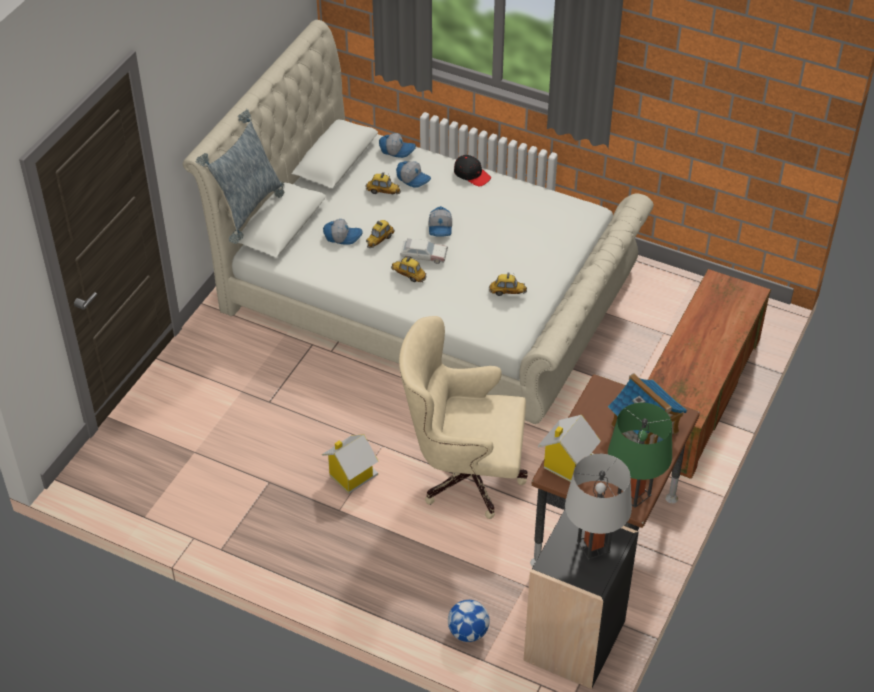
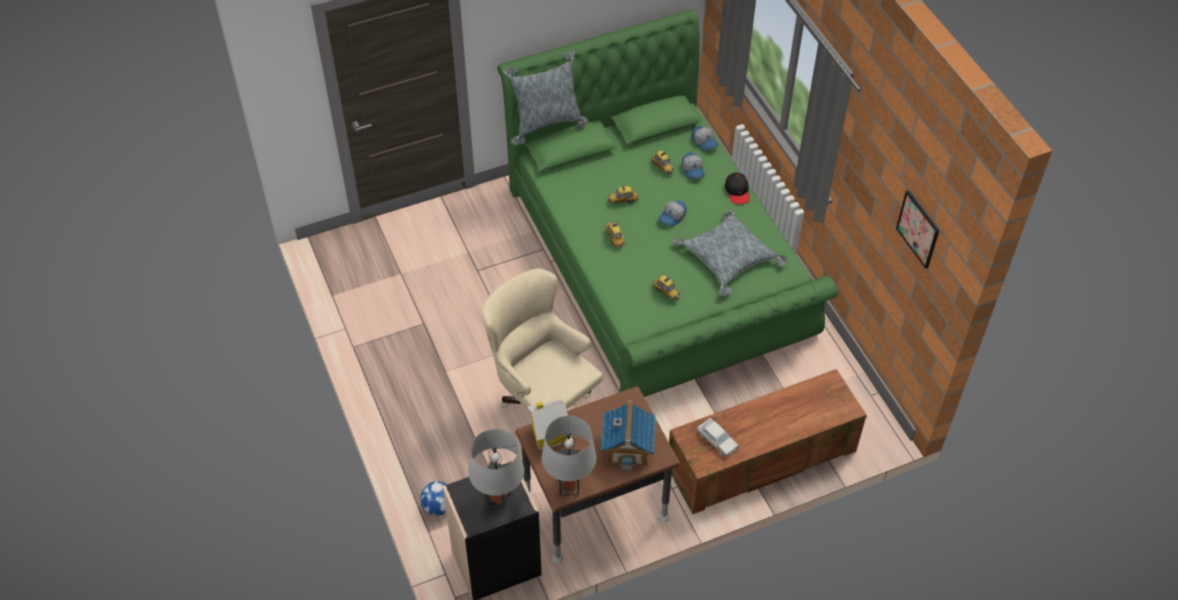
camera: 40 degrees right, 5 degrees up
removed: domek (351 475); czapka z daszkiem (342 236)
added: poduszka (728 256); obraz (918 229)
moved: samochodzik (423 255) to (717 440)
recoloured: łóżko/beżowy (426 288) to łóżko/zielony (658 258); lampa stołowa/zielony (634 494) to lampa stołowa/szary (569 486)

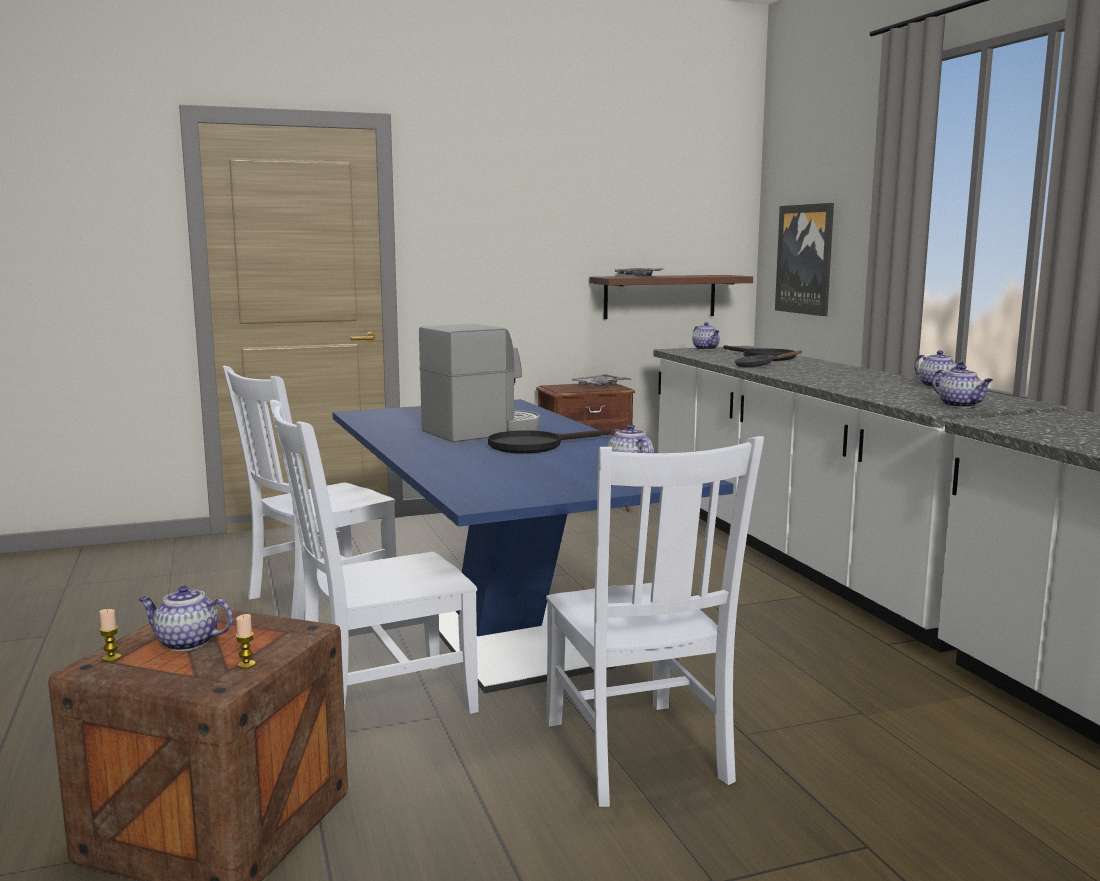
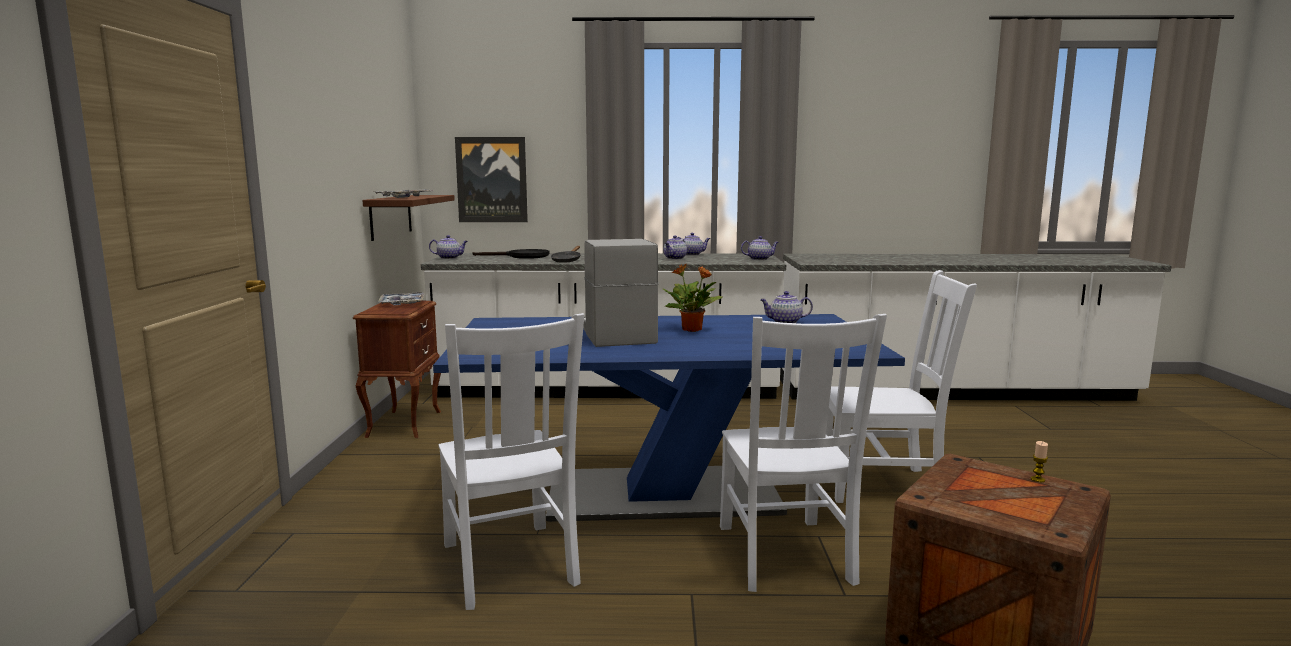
camera: 70 degrees left, 0 degrees up
removed: świeca (111 658)
moved: imbryk (186 643) to (675 258)
replaced: patelnia/czarny (534 446) to roślina doniczkowa (692 330)

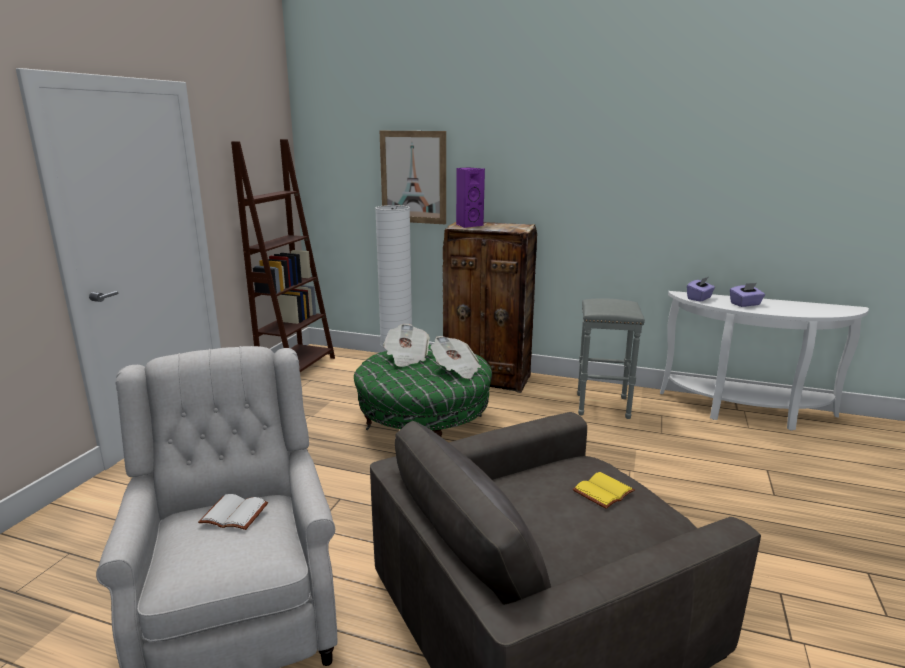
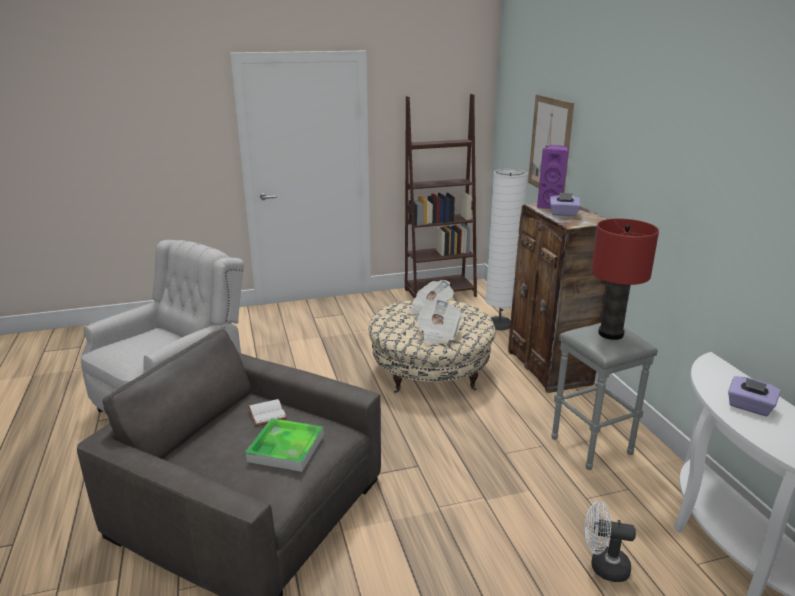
camera: 55 degrees right, 5 degrees up
added: wentylator/biały (603 566); lampa stołowa/czerwony (611 334)
moved: książka/biały (232 515) to (266 413); pudełko chusteczek/fioletowy (699 298) to (563 214)
replaced: książka/żółty (604 492) to taca (286 448)
recoloured: pufa/zielony (424 423) to pufa/beżowy (430 371)

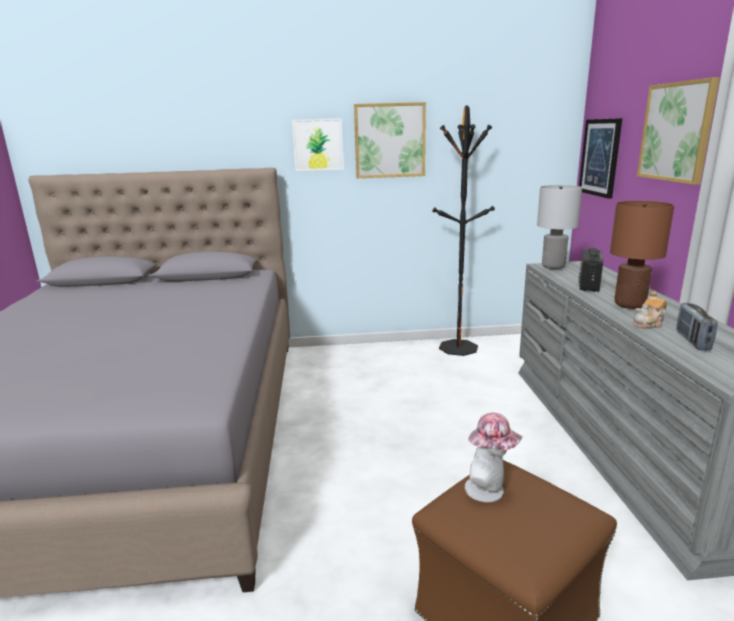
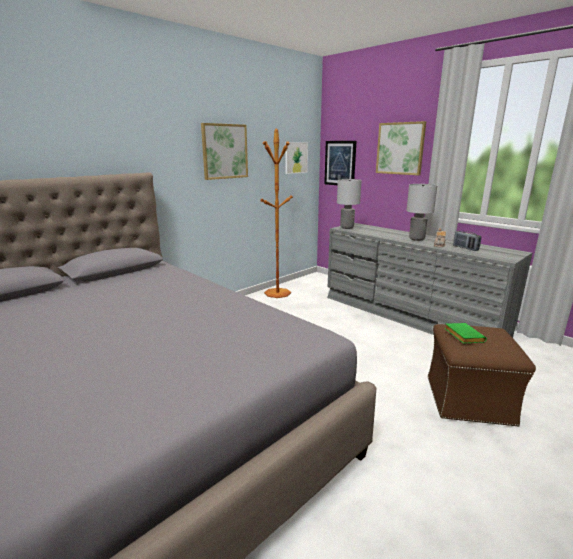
camera: 40 degrees left, 0 degrees up
removed: radio (588 285)
moved: obraz (318 145) to (296 157)
replaced: kapelusz (489 490) to książka/zielony (462 336)
recoloured: wieszak/czarny (458 347) to wieszak/pomarańczowy (277 293); lampa stołowa/brązowy (629 306) to lampa stołowa/szary (416 239)

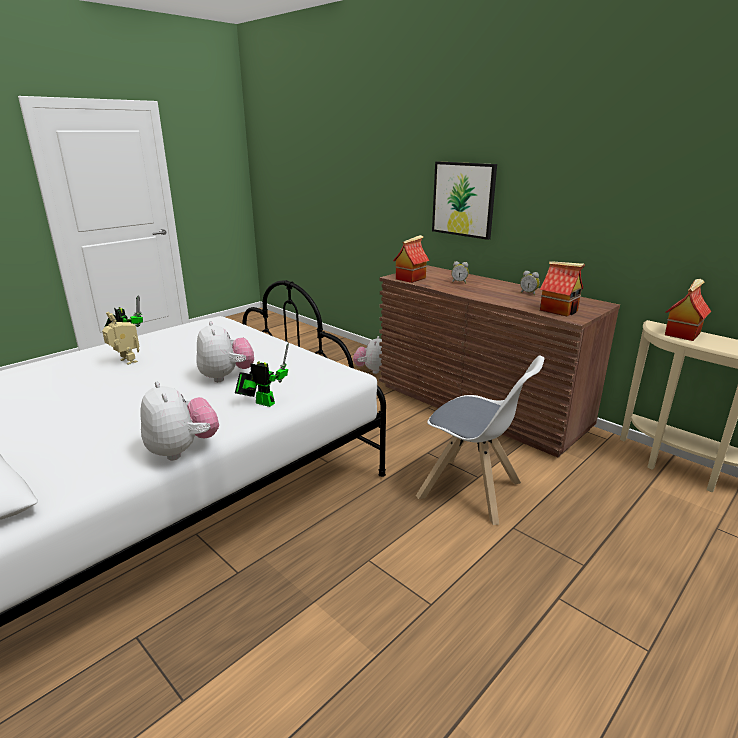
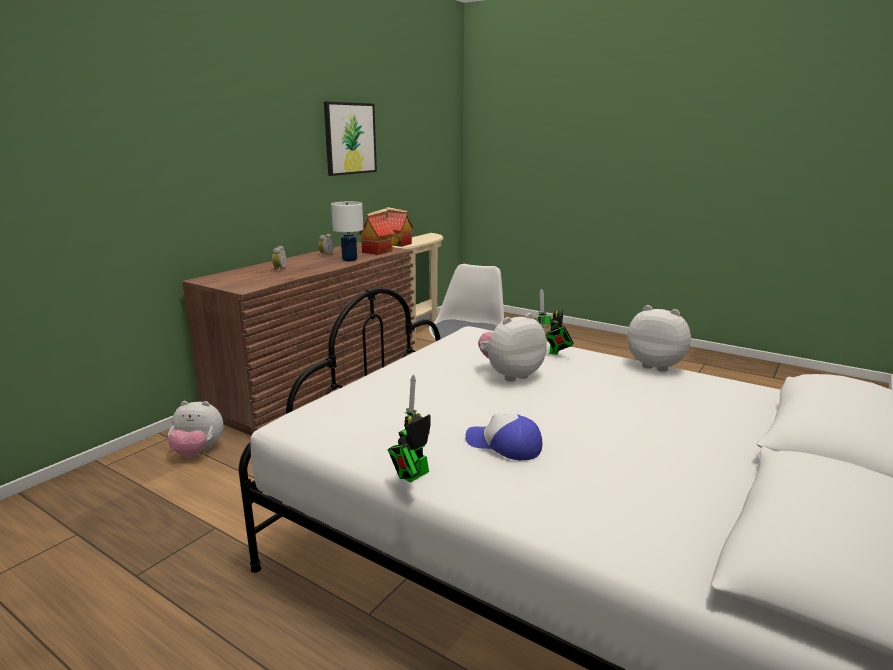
camera: 100 degrees left, 5 degrees down
removed: domek (410 278)
added: lampa stołowa/biały (350 260)
moved: obraz (463 199) to (350 138)
replaced: robot zabawkowy (125 362) to czapka z daszkiem (504 445)
turned: pluszak (182 450) = (657 365) 75 degrees clockwise

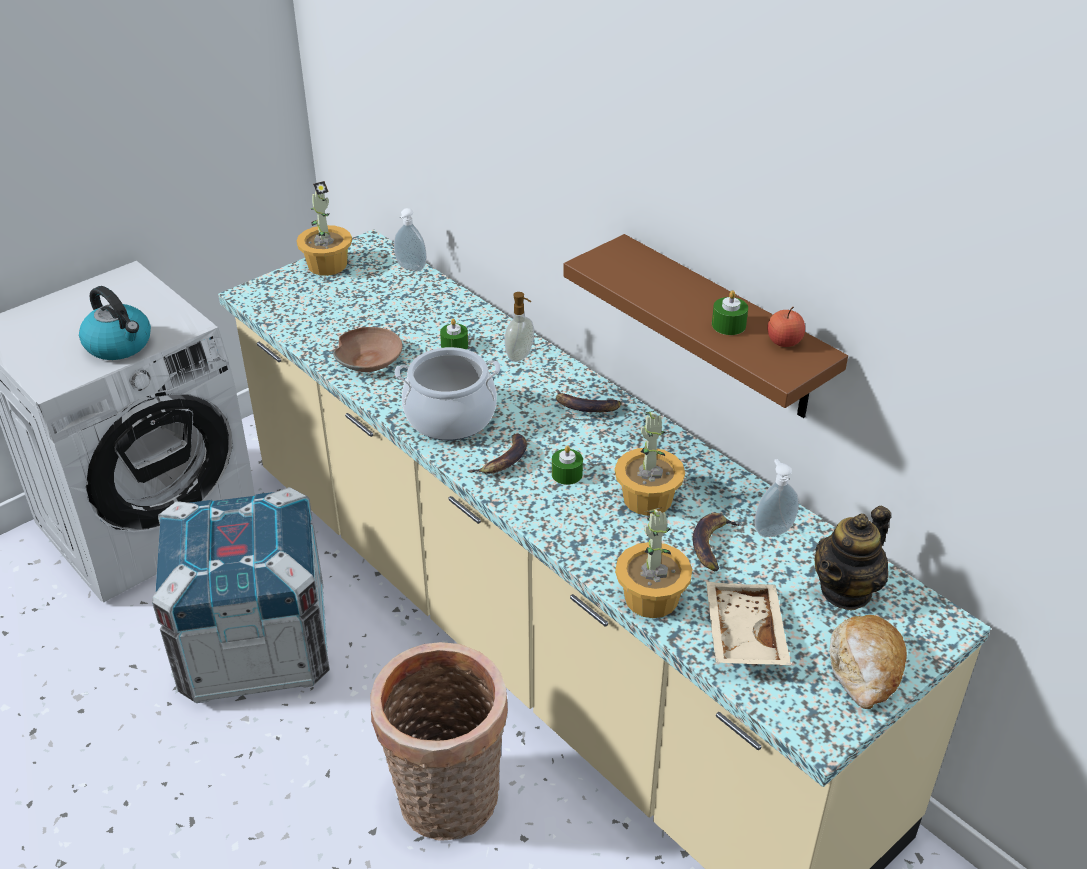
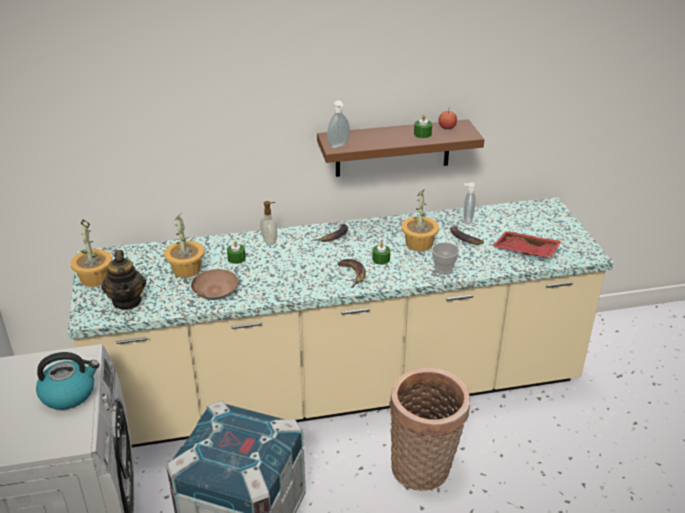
camera: 60 degrees left, 5 degrees down
removed: garnek (450 417); chleb (865 669)
added: filiżanka (443 269)
moved: dozownik mydła (410 268) to (339 146); roślina doniczkowa (651 598) to (187 269); imbryk (846 590) to (127 301)
recoloured: taca/beżowy (742 634) to taca/czerwony (525 252)

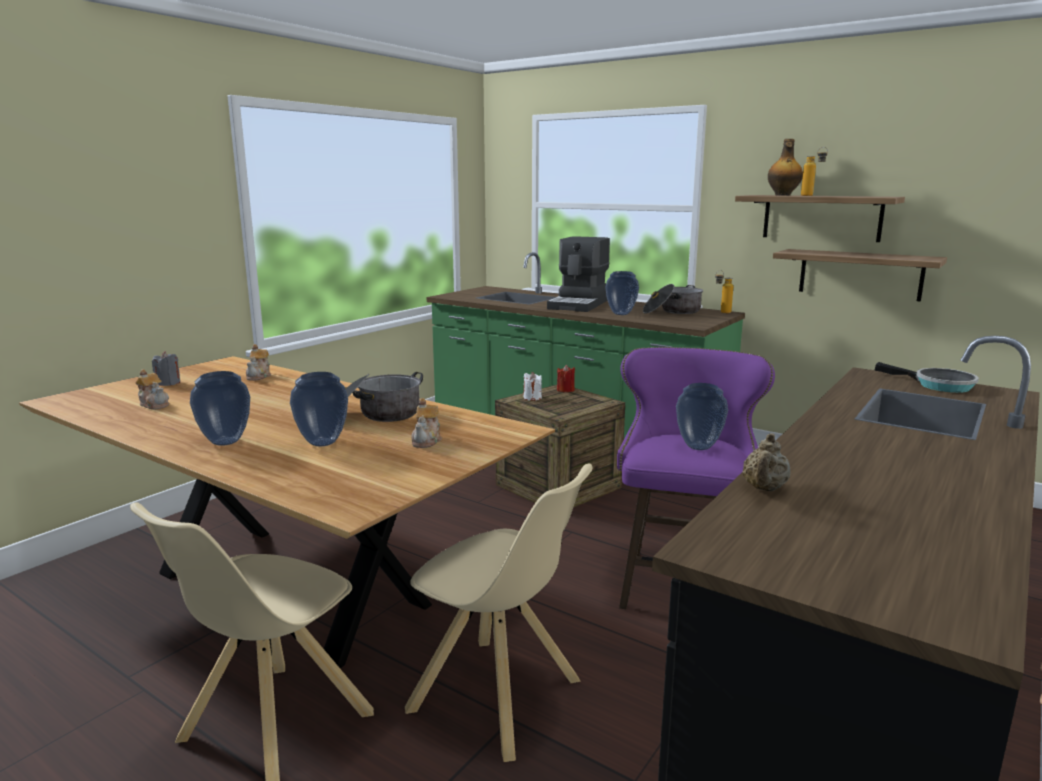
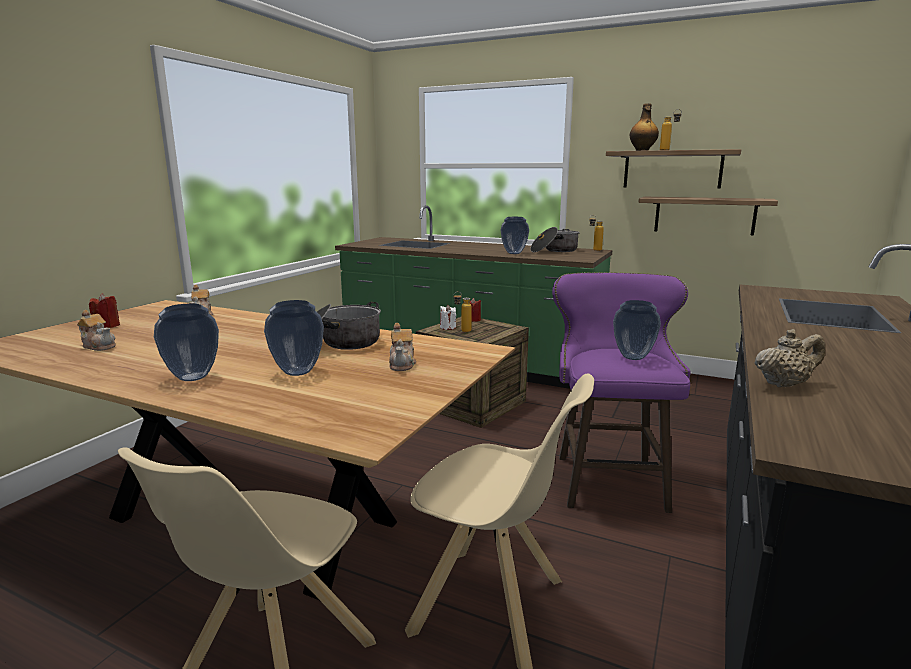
camera: 10 degrees left, 0 degrees up
removed: ekspres do kawy (579 304); patelnia (938 385)
added: butelka (462 331)
recoloured: świeca/szary (168 383) to świeca/czerwony (107 326)
turned: imbryk/beżowy (764 489) = (784 384) 120 degrees counterclockwise

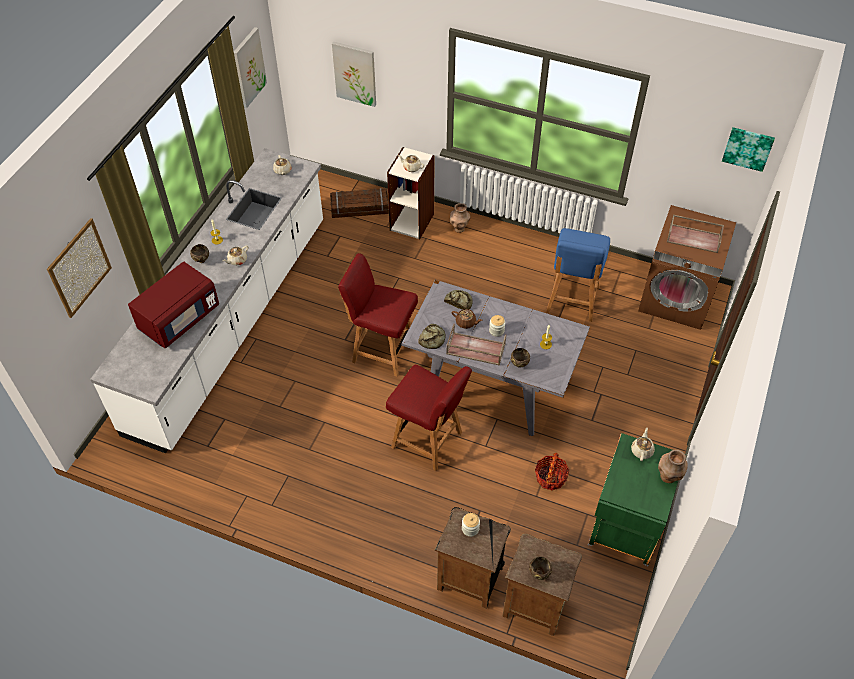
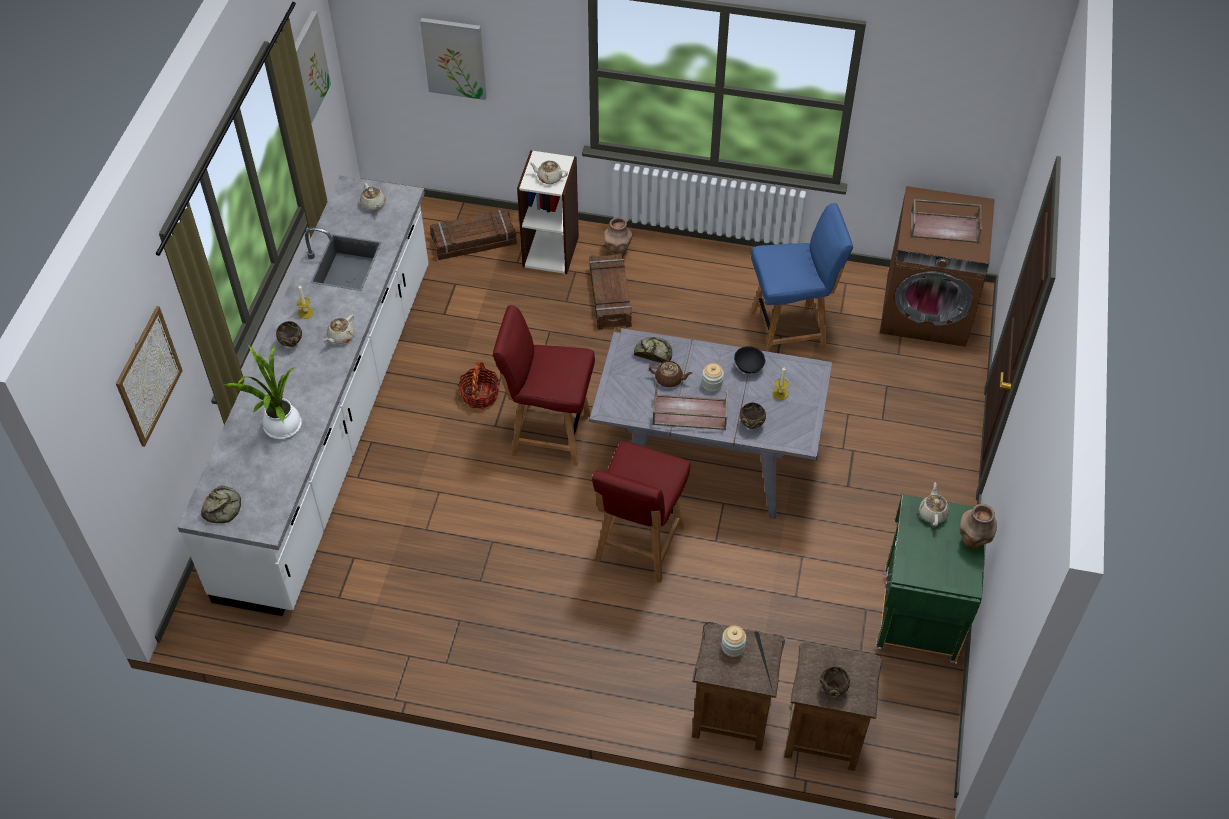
camera: 10 degrees left, 0 degrees up
removed: obraz (748 148)
added: skrzynka (610 297); miska/czarny (748 368)
moved: chleb (433 338) to (223 507); koszyk (550 477) to (480 395)
replaced: mikrofalówka/czerwony (179 319) to roślina doniczkowa (280 428)
turned: krzesło/czerwony (428 441) = (638 545) 90 degrees clockwise; krzesło/niebieski (572 301) = (790 331) 105 degrees counterclockwise

